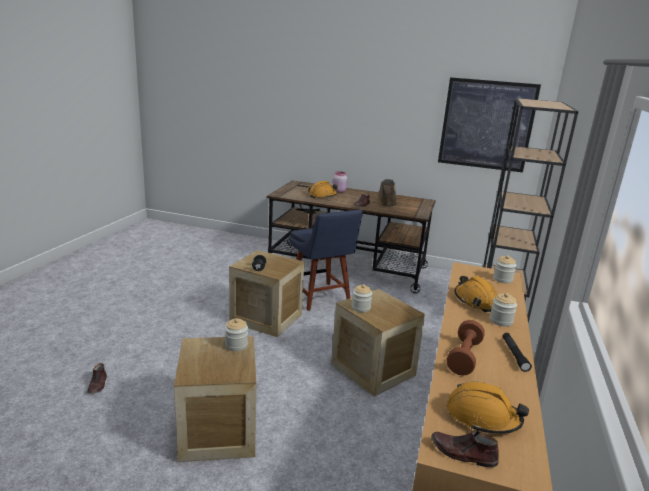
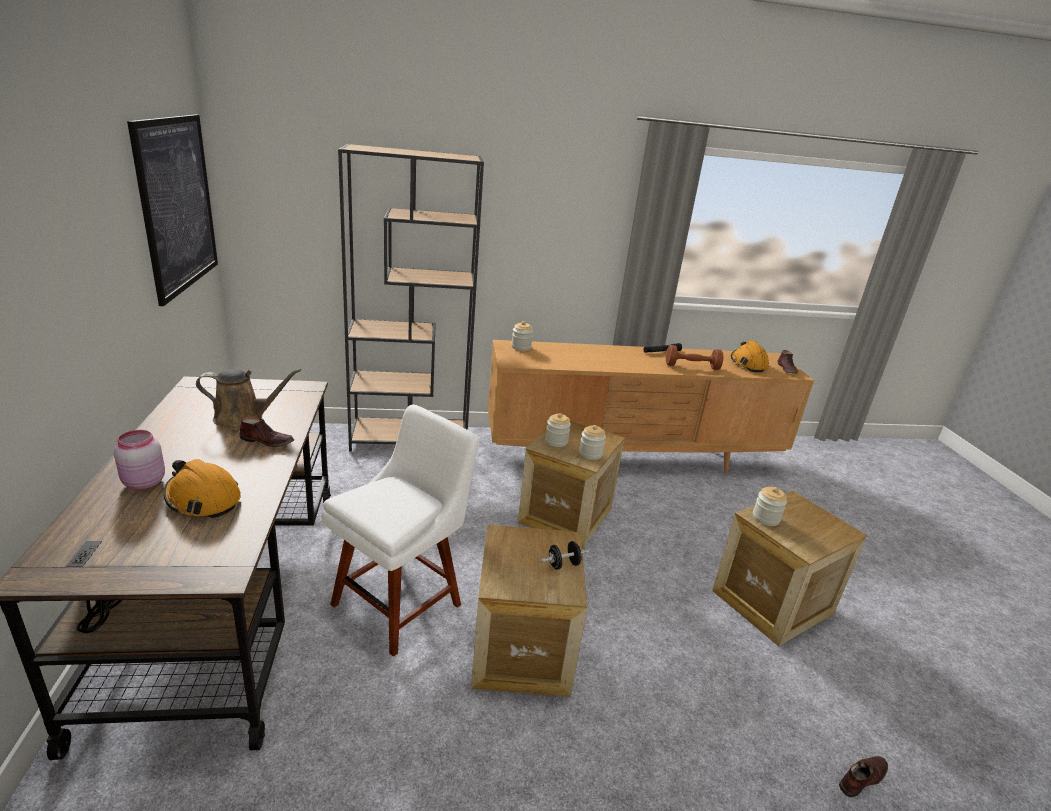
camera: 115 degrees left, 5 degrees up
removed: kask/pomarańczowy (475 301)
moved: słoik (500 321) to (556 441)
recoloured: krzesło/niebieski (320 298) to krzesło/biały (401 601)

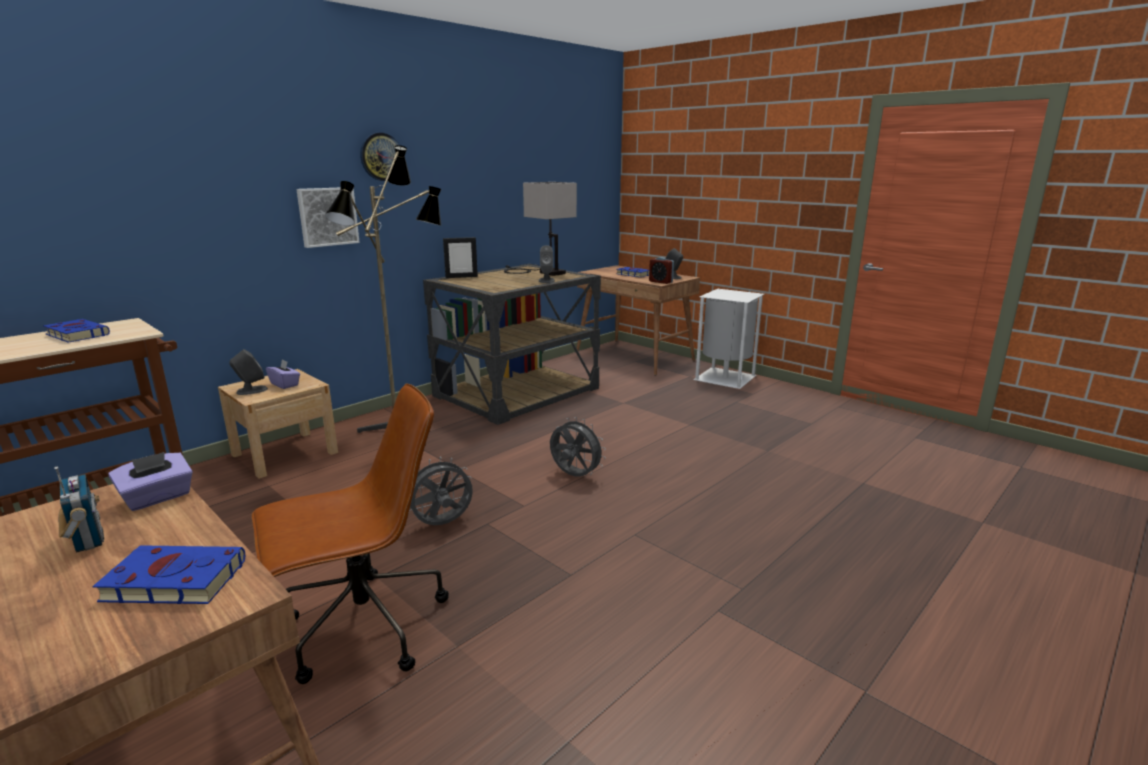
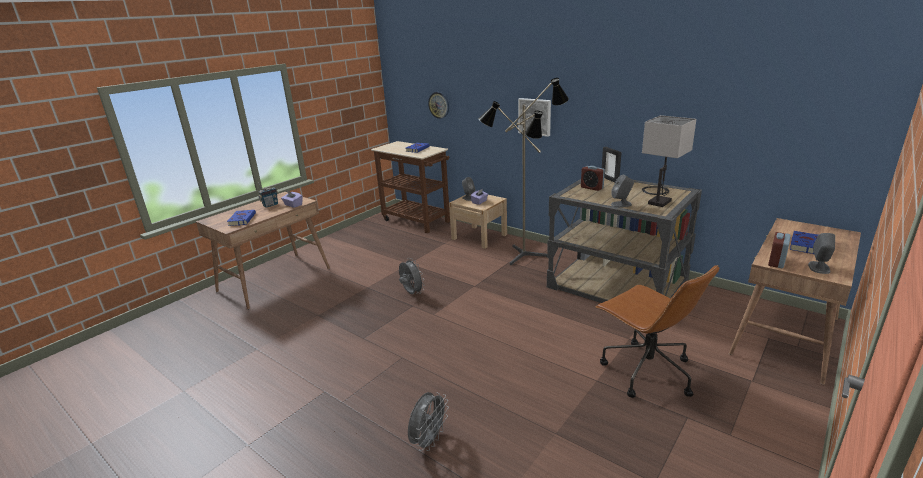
camera: 85 degrees right, 5 degrees up
removed: kosz na śmieci/biały (726 378)
added: budzik (592 188)
moved: krzesło biurowe/brązowy (362 628) to (646 371); zegar ścienny (381 157) to (439 105); wentylator/szary (574 476) to (428 440)

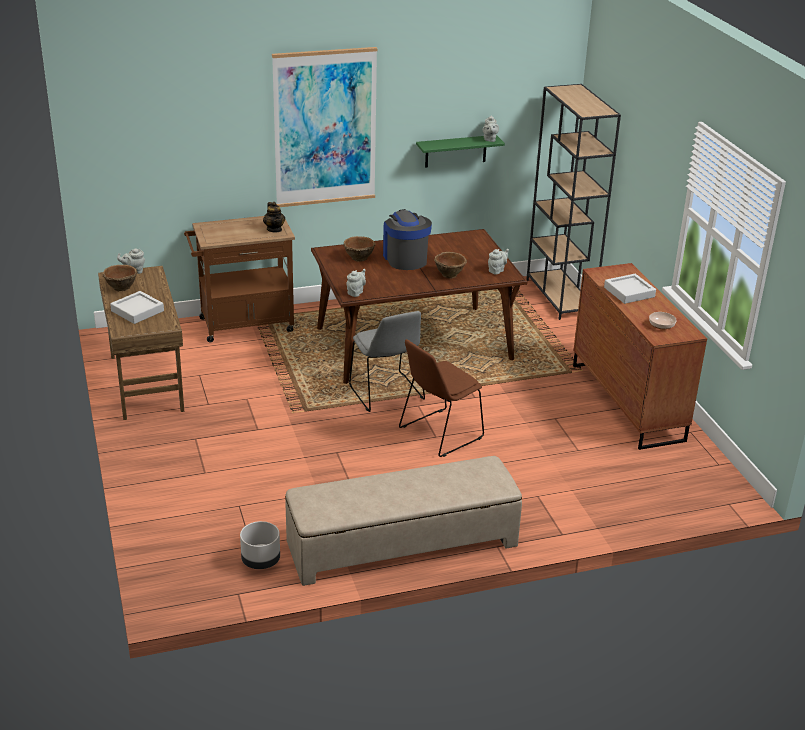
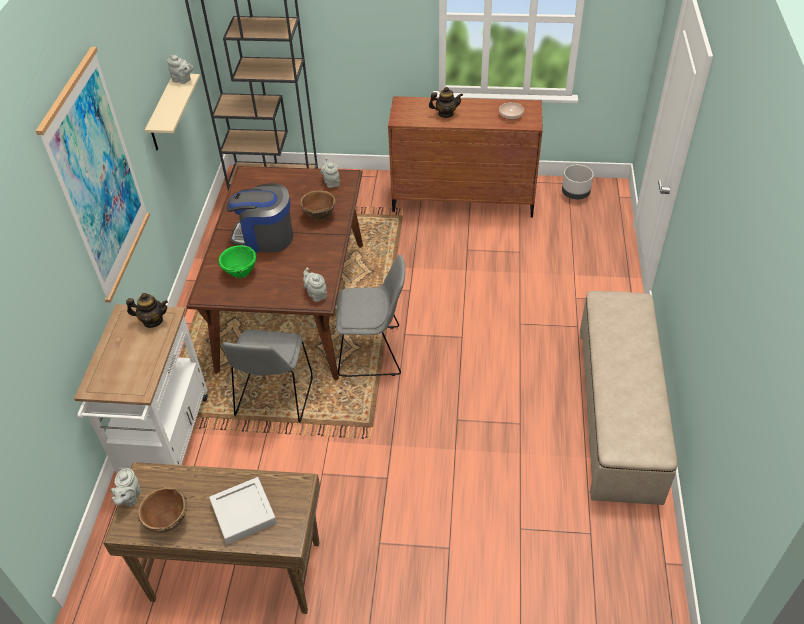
camera: 65 degrees left, 15 degrees up
removed: krzesło/brązowy (438 434)
added: krzesło/szary (274 398)
moved: donica/szary (261 561) to (575 194)
replaced: taca/szary (629 292) to imbryk (445 114)
recoloured: wózek/brązowy (243 325) to wózek/biały (164 440); miska/brązowy (359 258) to miska/zielony (240 272); półka/zielony (455 151) to półka/beżowy (163 114)

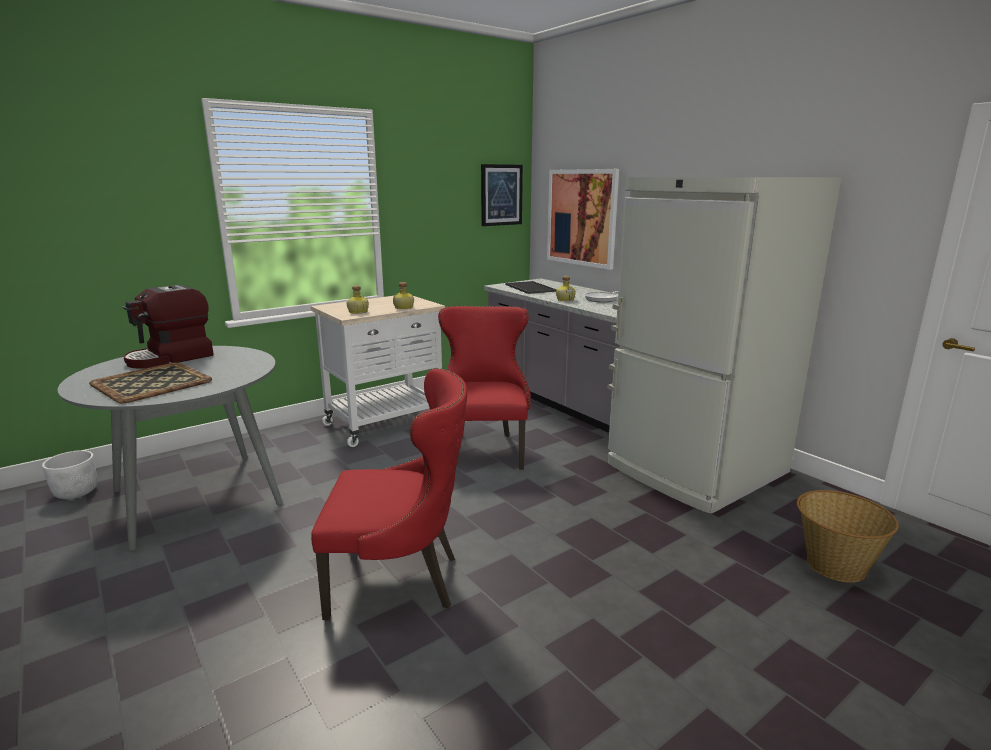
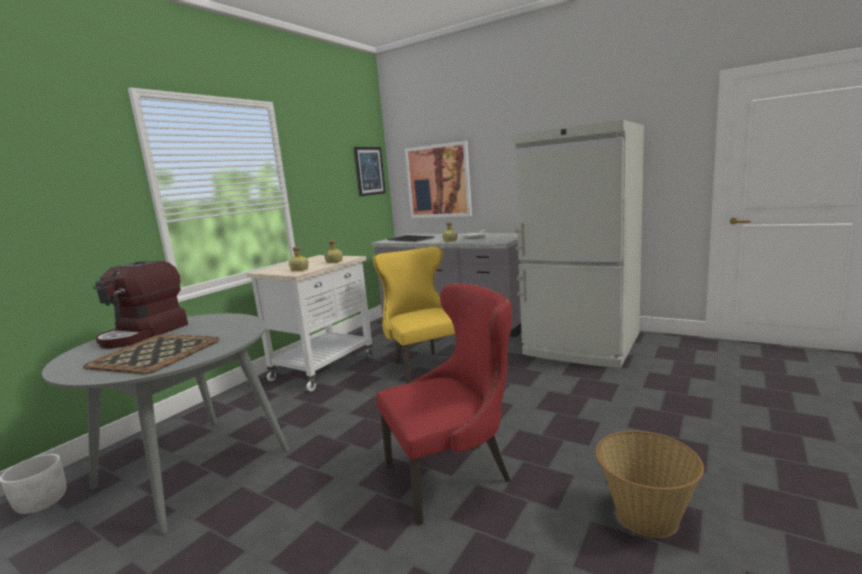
camera: 20 degrees left, 5 degrees down
moved: koszyk (834 565) to (645 516)
recoloured: krzesło/czerwony (484 450) to krzesło/żółty (425 367)

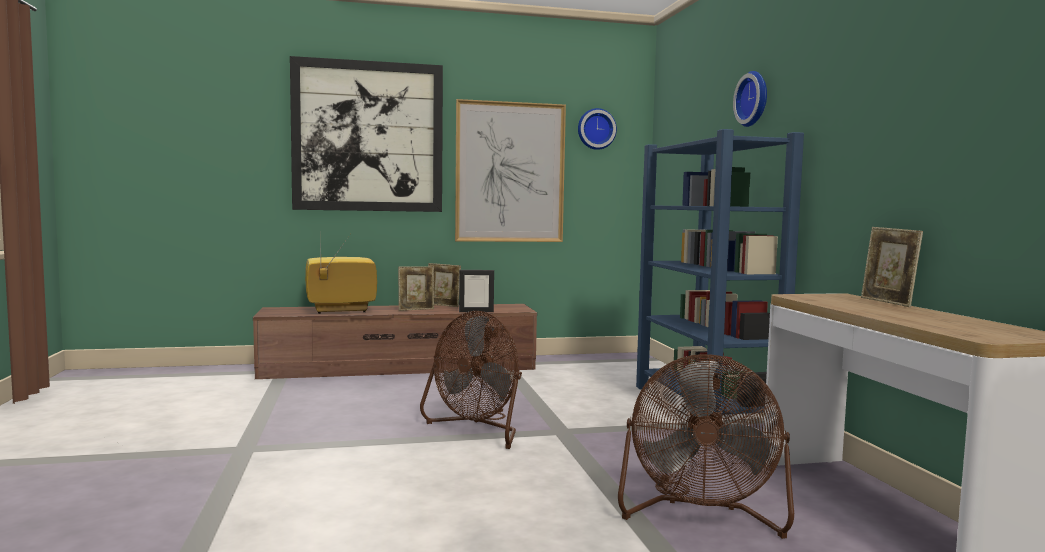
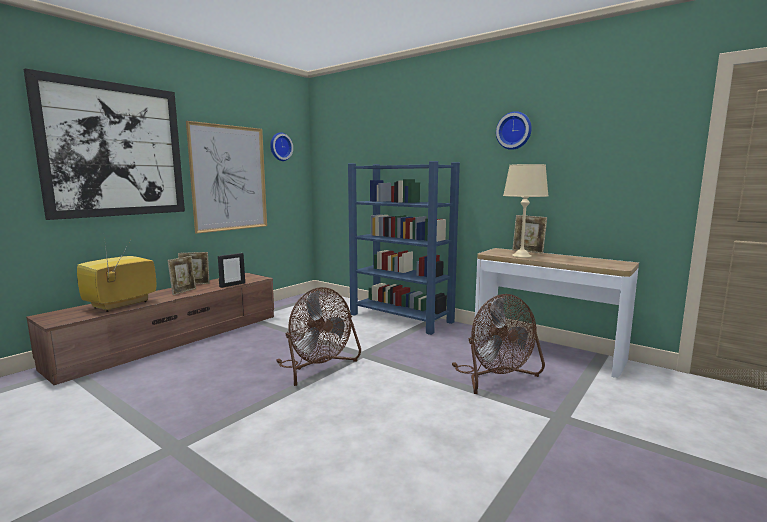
camera: 40 degrees left, 5 degrees up
added: lampa stołowa/beżowy (521 255)
moved: zegar ścienny (754 99) to (514 131)
turned: wentylator/brązowy (479 429) = (315 368) 45 degrees counterclockwise

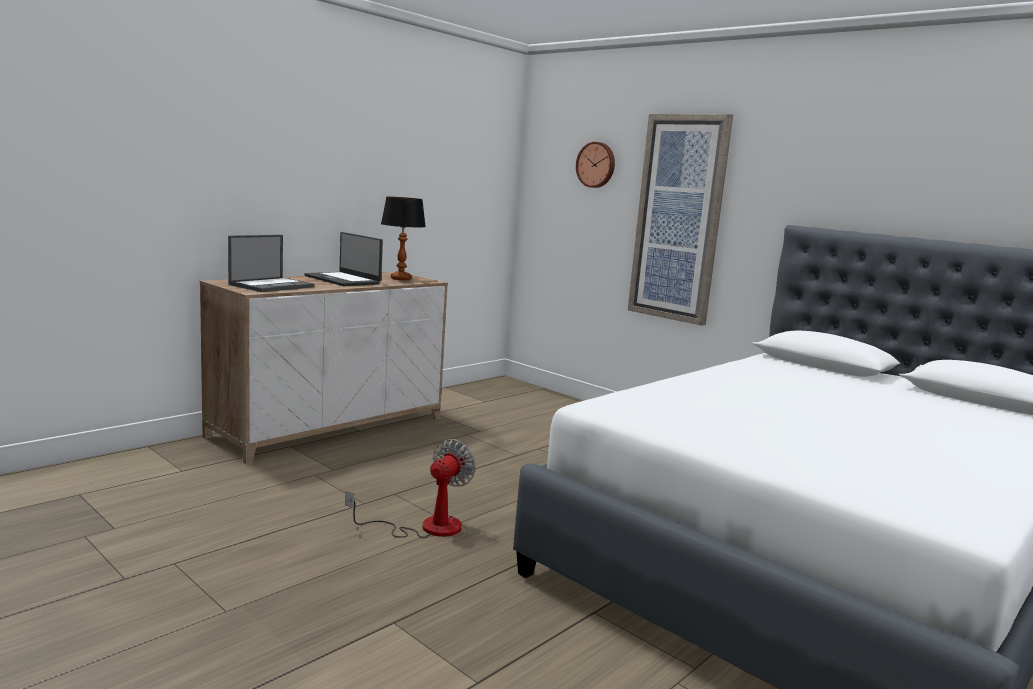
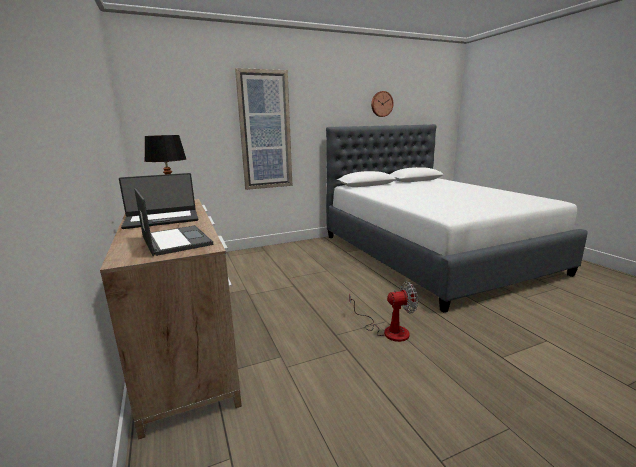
camera: 65 degrees left, 5 degrees up
moved: zegar ścienny (596 165) to (381 104)
turned: wentylator (426 527) = (388 330) 120 degrees clockwise

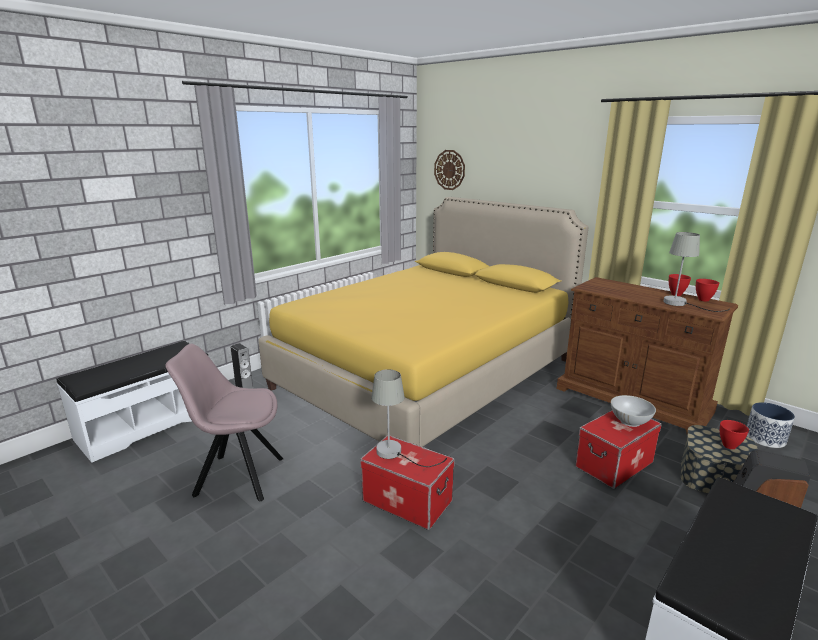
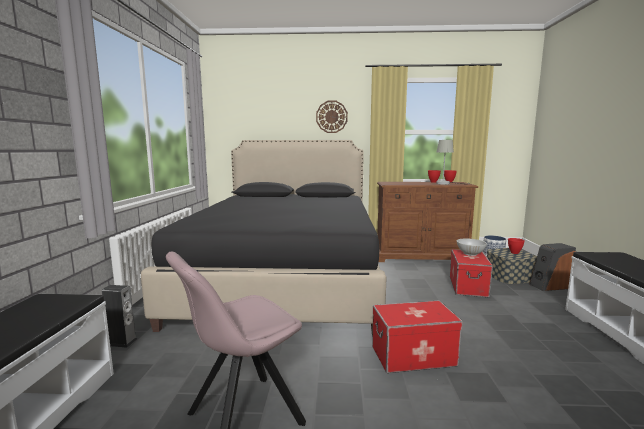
camera: 40 degrees left, 10 degrees down
removed: lampa stołowa/szary (396 453)
moved: zegar ścienny (449 170) to (331 117)
recoloured: łóżko/żółty (427 373) to łóżko/czarny (286 277)

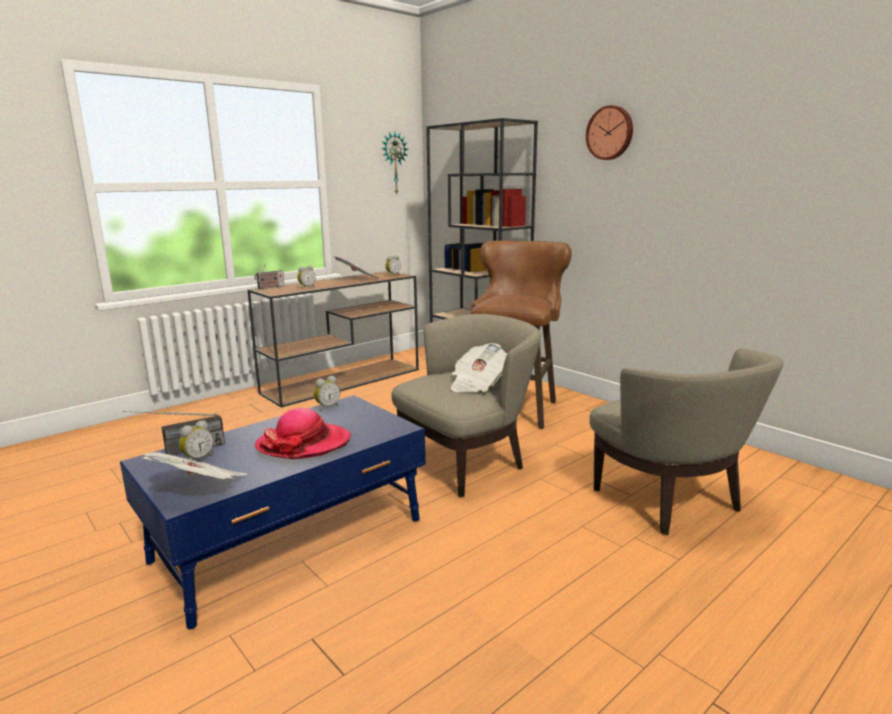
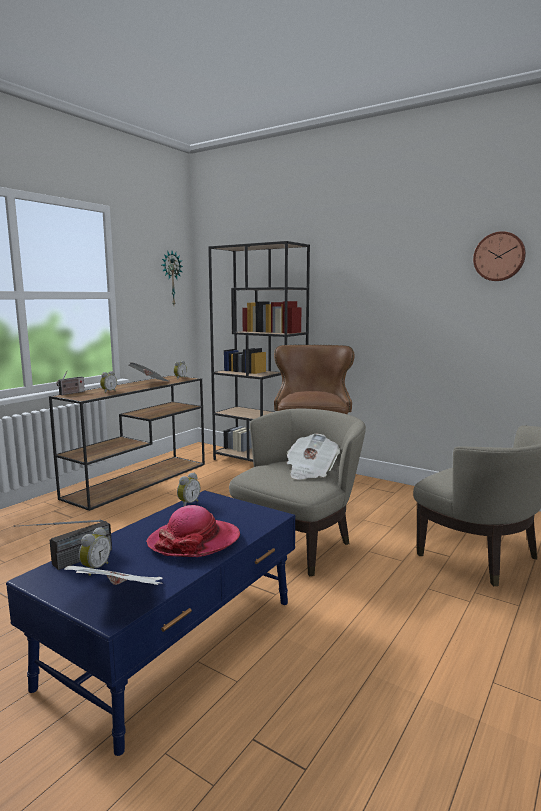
camera: 15 degrees left, 5 degrees down
moved: zegar ścienny (610 133) to (499 256)

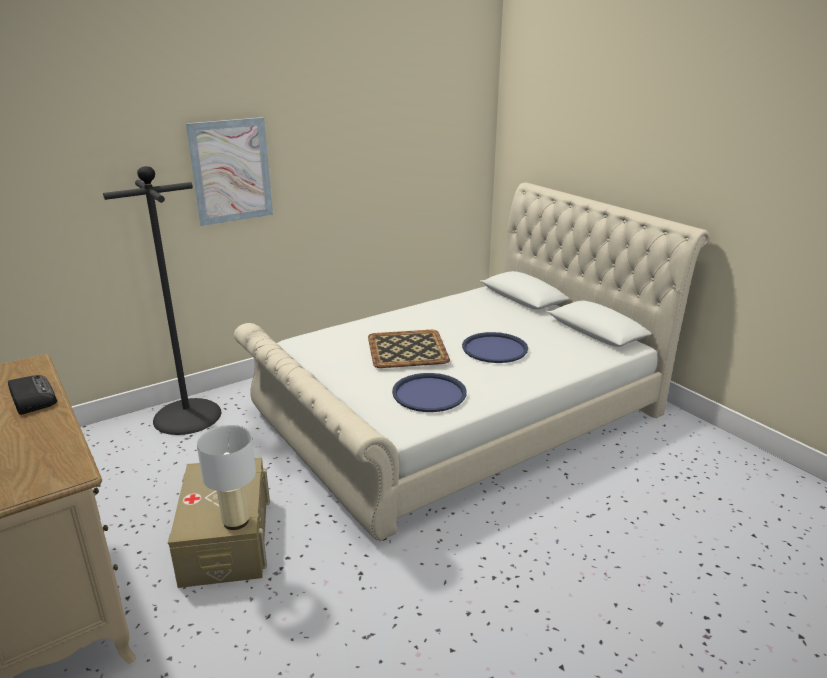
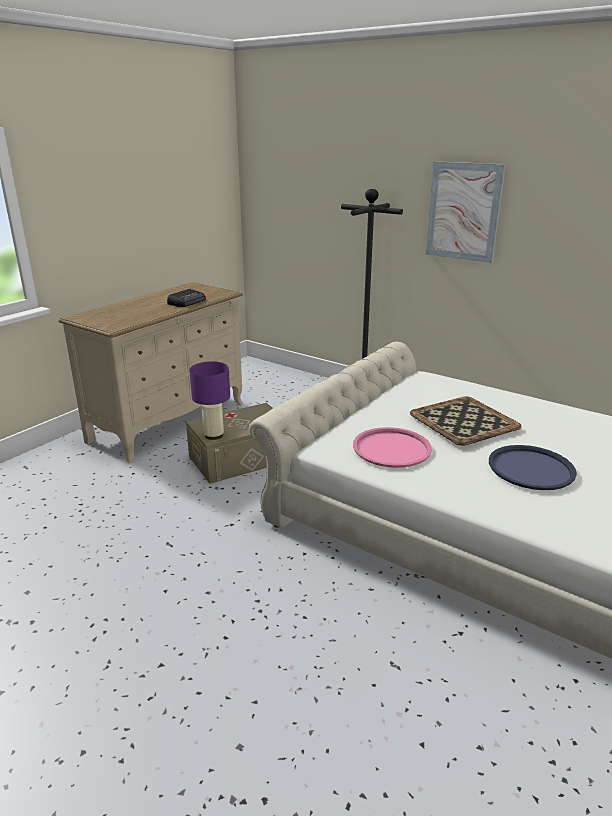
camera: 70 degrees right, 0 degrees up
recoloured: lampa stołowa/biały (237 521) to lampa stołowa/fioletowy (214 435); taca/niebieski (429 393) to taca/różowy (392 448)

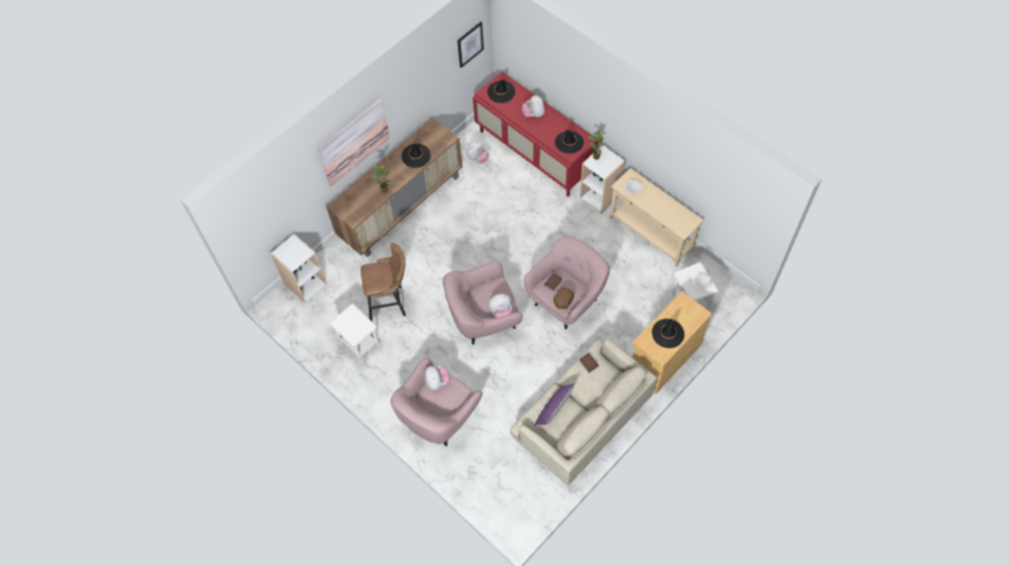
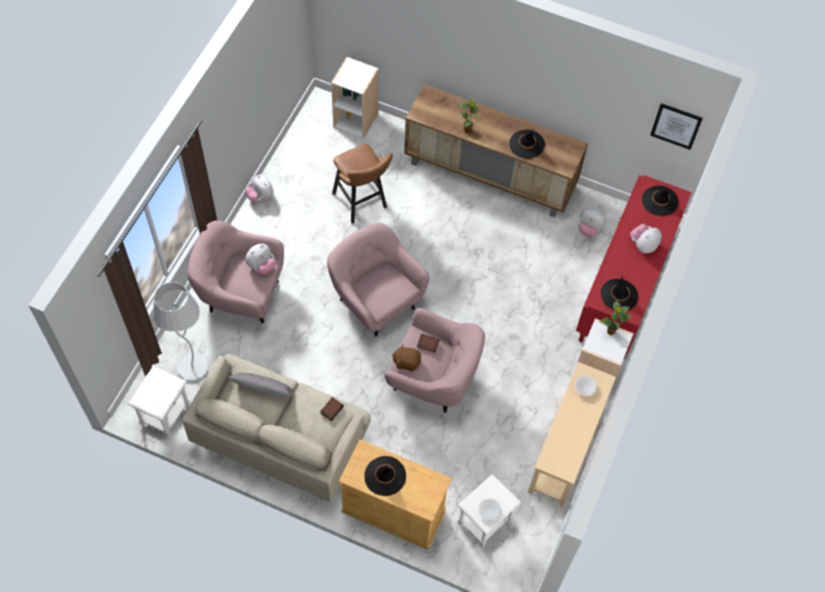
camera: 65 degrees right, 0 degrees up
removed: obraz (354 142)
added: lampa stojąca/biały (192 368)
moved: stolik/biały (359 343) to (164 414); pluszak (501 311) to (260 196)
recoloured: poduszka/fioletowy (554 409) to poduszka/szary (262 389)

